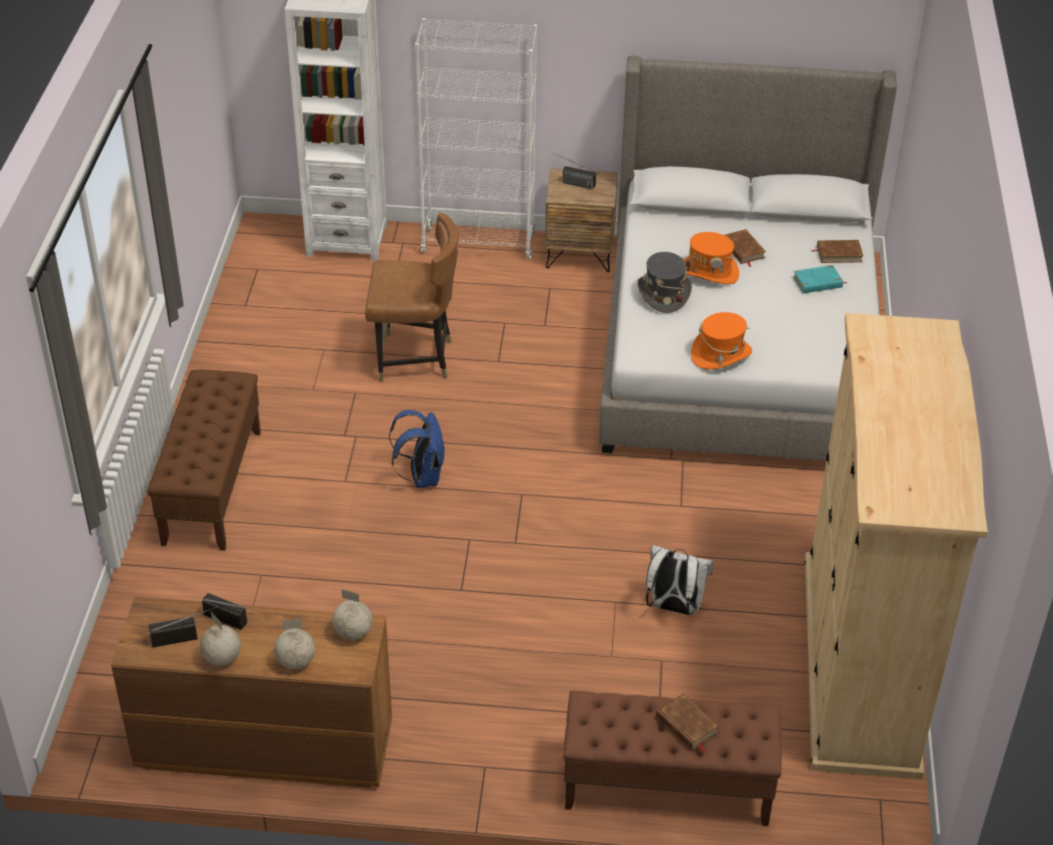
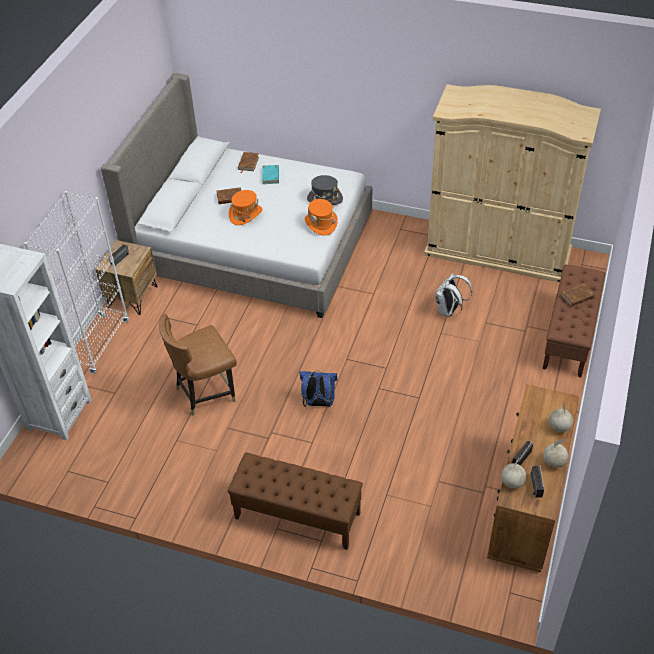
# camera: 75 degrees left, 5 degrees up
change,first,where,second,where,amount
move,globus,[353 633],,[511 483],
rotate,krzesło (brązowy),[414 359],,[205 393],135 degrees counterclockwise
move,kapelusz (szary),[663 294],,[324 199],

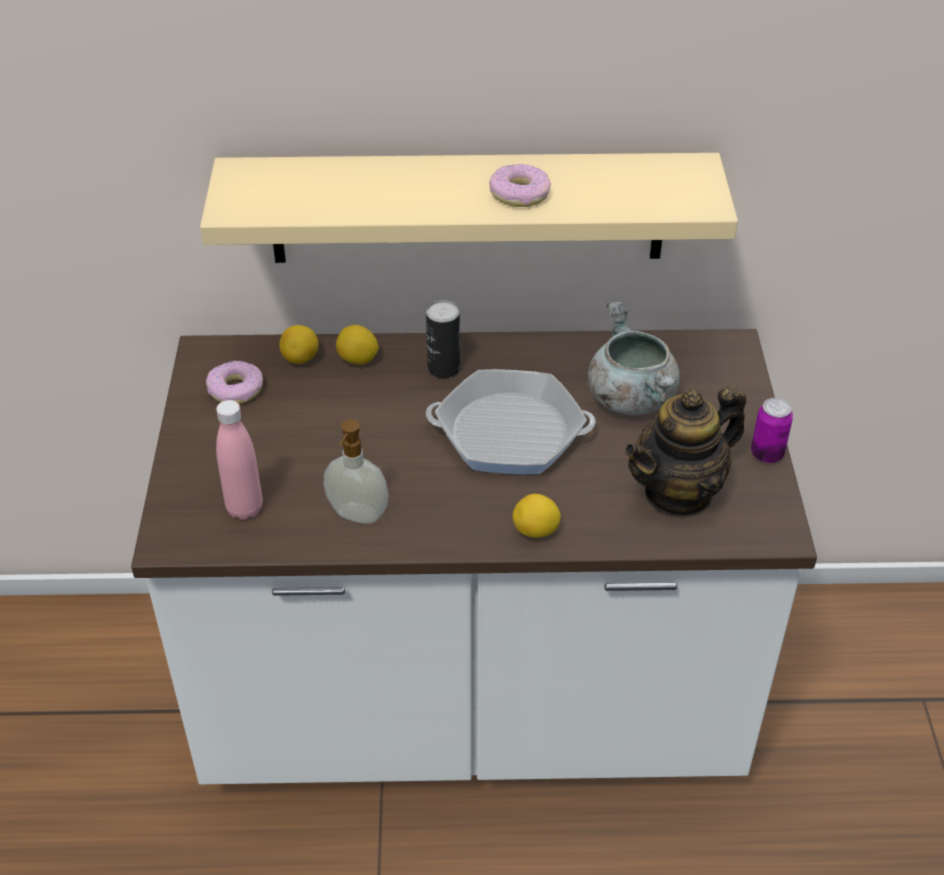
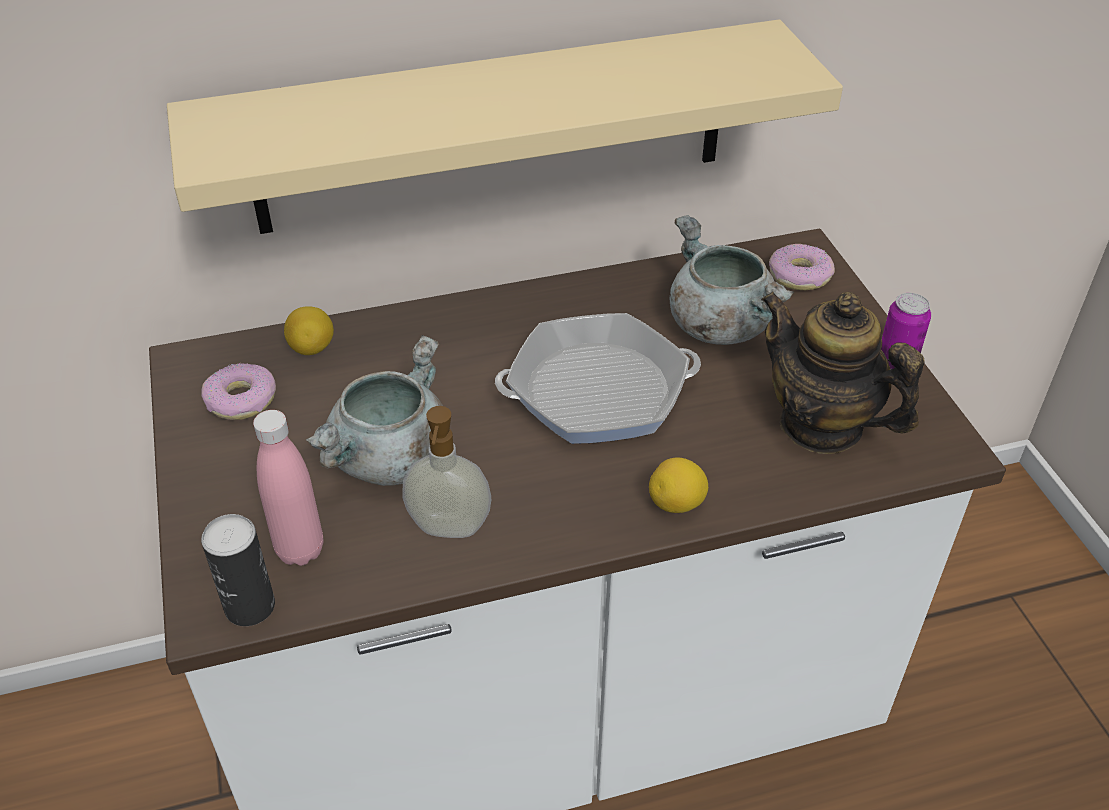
# camera: 15 degrees left, 0 degrees up
change,first,where,second,where,amount
delete,cytryna,[358 360],,,
move,puszka,[443 368],,[250 606],
move,donut,[519 194],,[799 275],
rotate,imbryk,[679 493],,[821 425],90 degrees clockwise
insert,,,garnek (szary),[390 460],

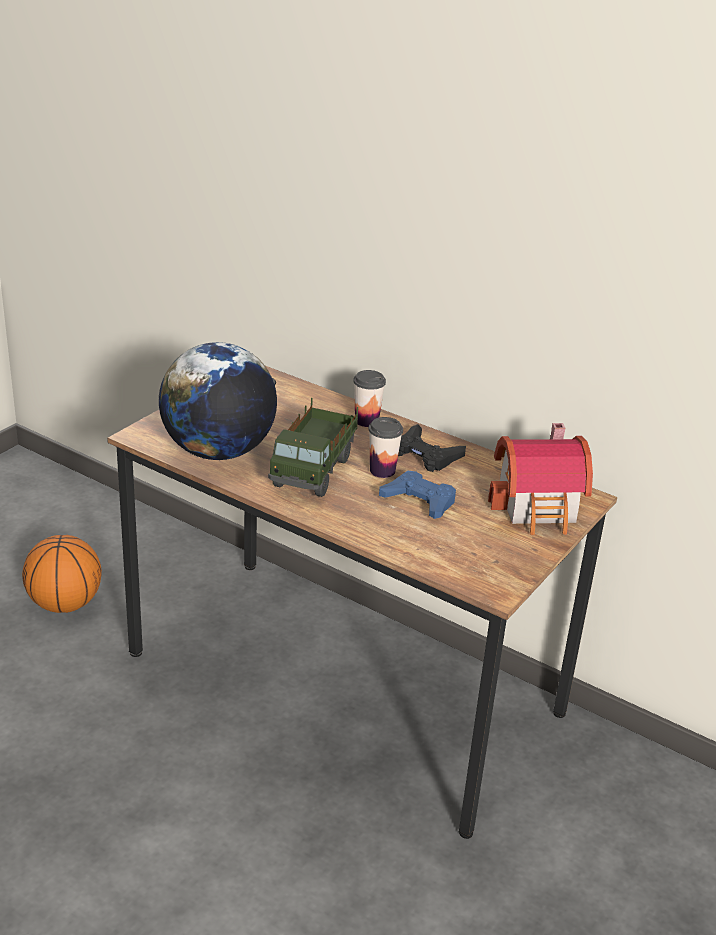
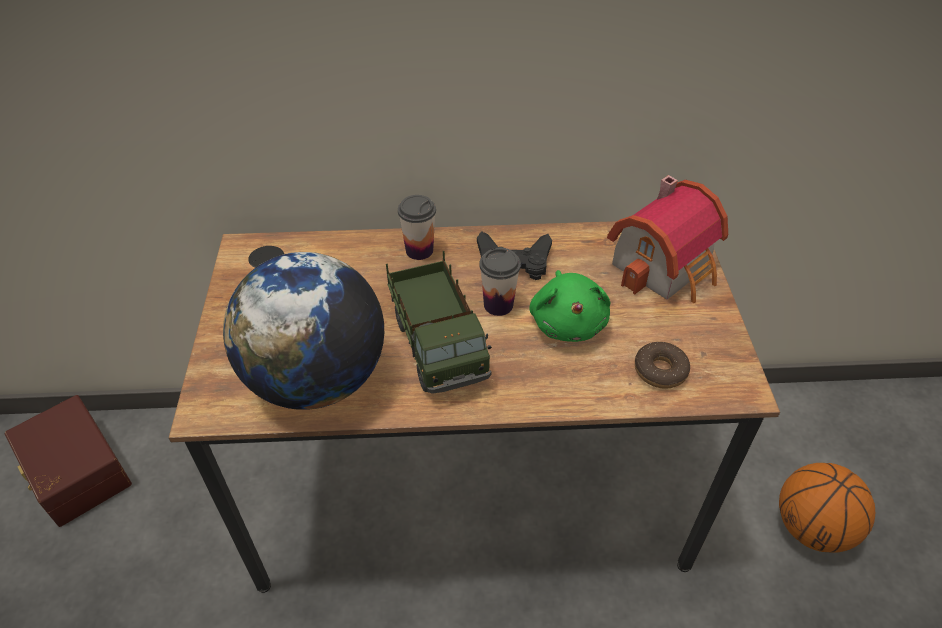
# camera: 35 degrees left, 15 degrees up
change,first,where,second,where,amount
move,piłka do koszykówki,[65 604],,[811 528],
replace,pad do gier (niebieski),[419 501],pluszak (zielony),[568 322],
insert,,,pojemnik do przechowywania (brązowy),[74 473],
insert,,,donut,[660 370],

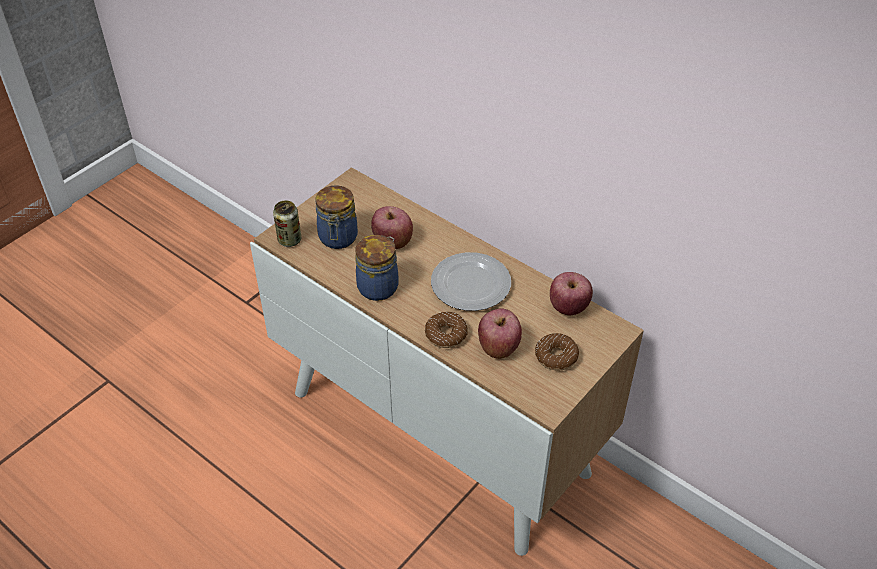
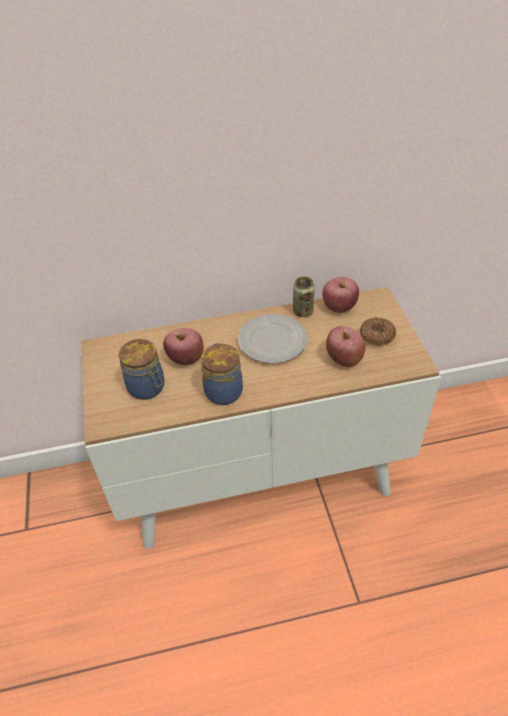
# camera: 50 degrees left, 0 degrees up
change,first,where,second,where,amount
move,puszka,[289 240],,[303 311],
delete,donut,[446 334],,,

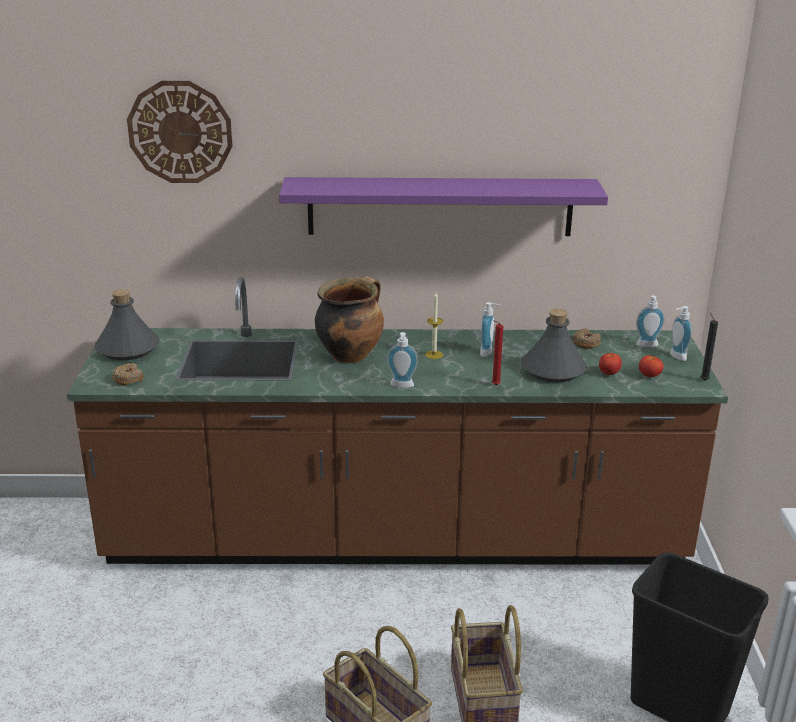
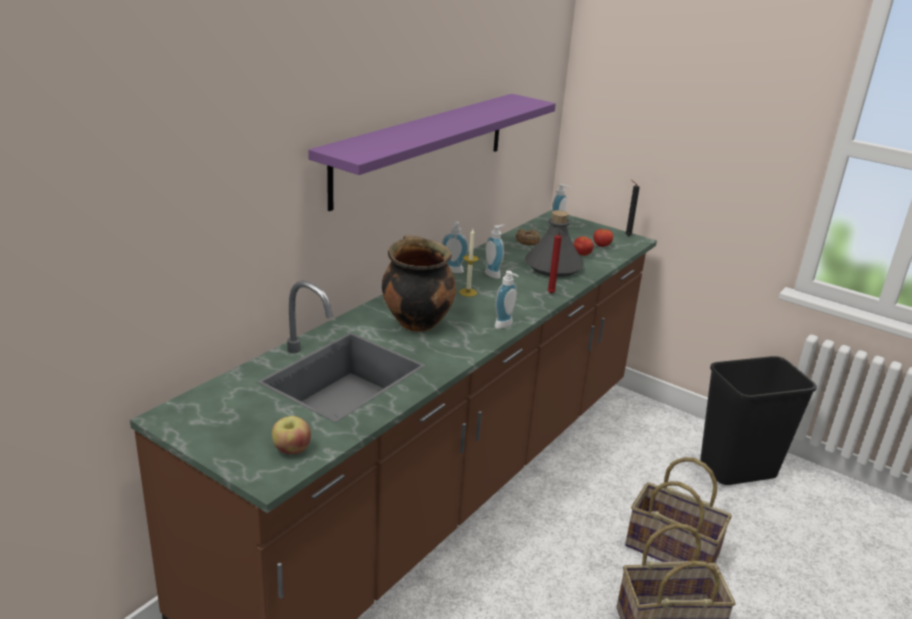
# camera: 55 degrees left, 0 degrees up
change,first,where,second,where,amount
delete,butelka (szary),[128 348],,,
replace,donut,[128 379],jabłko,[291 450],
delete,zegar ścienny,[180 132],,,
move,dozownik mydła,[675 356],,[452 271],

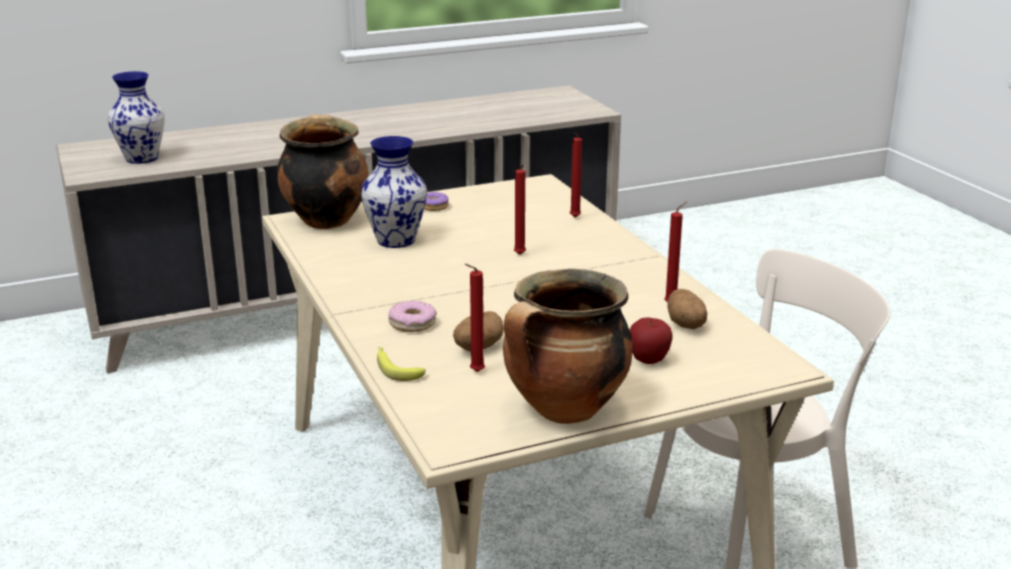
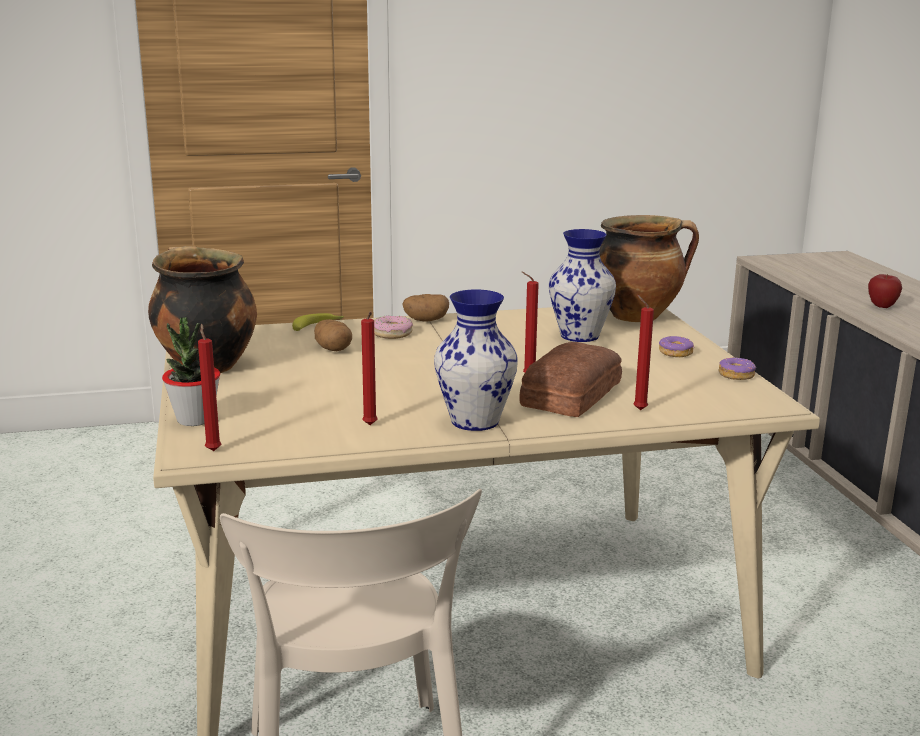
# camera: 100 degrees right, 5 degrees down
change,first,where,second,where,amount
move,wazon,[142 158],,[474 422],
move,świeca (czerwony),[475 372],,[213 450],
move,jabłko,[648 361],,[882 306],
move,ziemniak,[686 325],,[425 320],
insert,,,roślina doniczkowa,[194 419],
insert,,,chleb,[568 394],
insert,,,donut,[736 375],

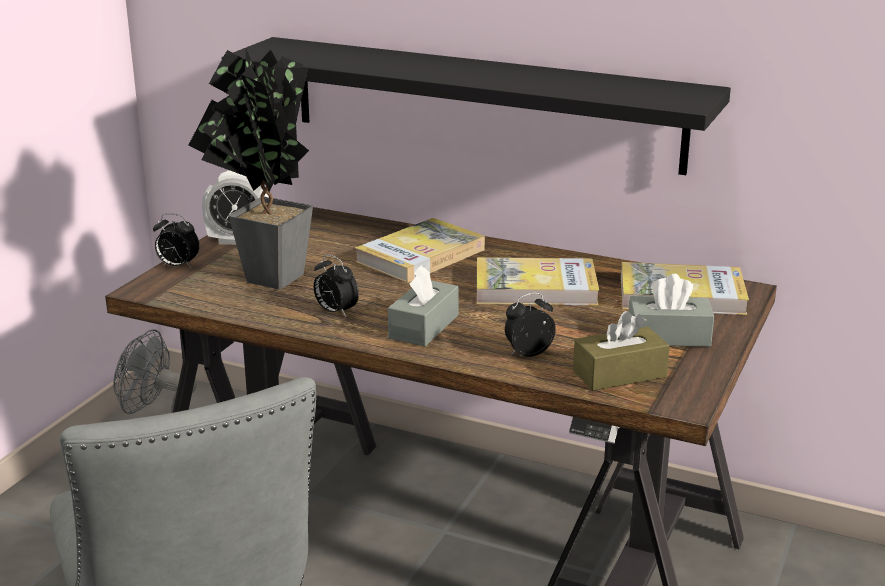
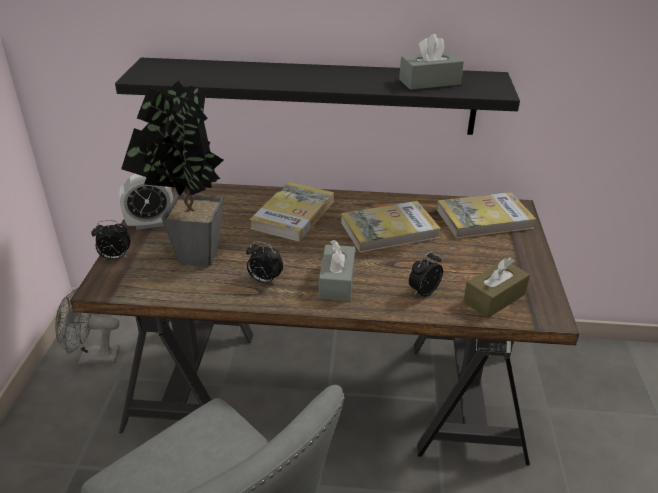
# camera: 20 degrees left, 10 degrees up
change,first,where,second,where,amount
move,pudełko chusteczek (szary),[668 336],,[429 82],

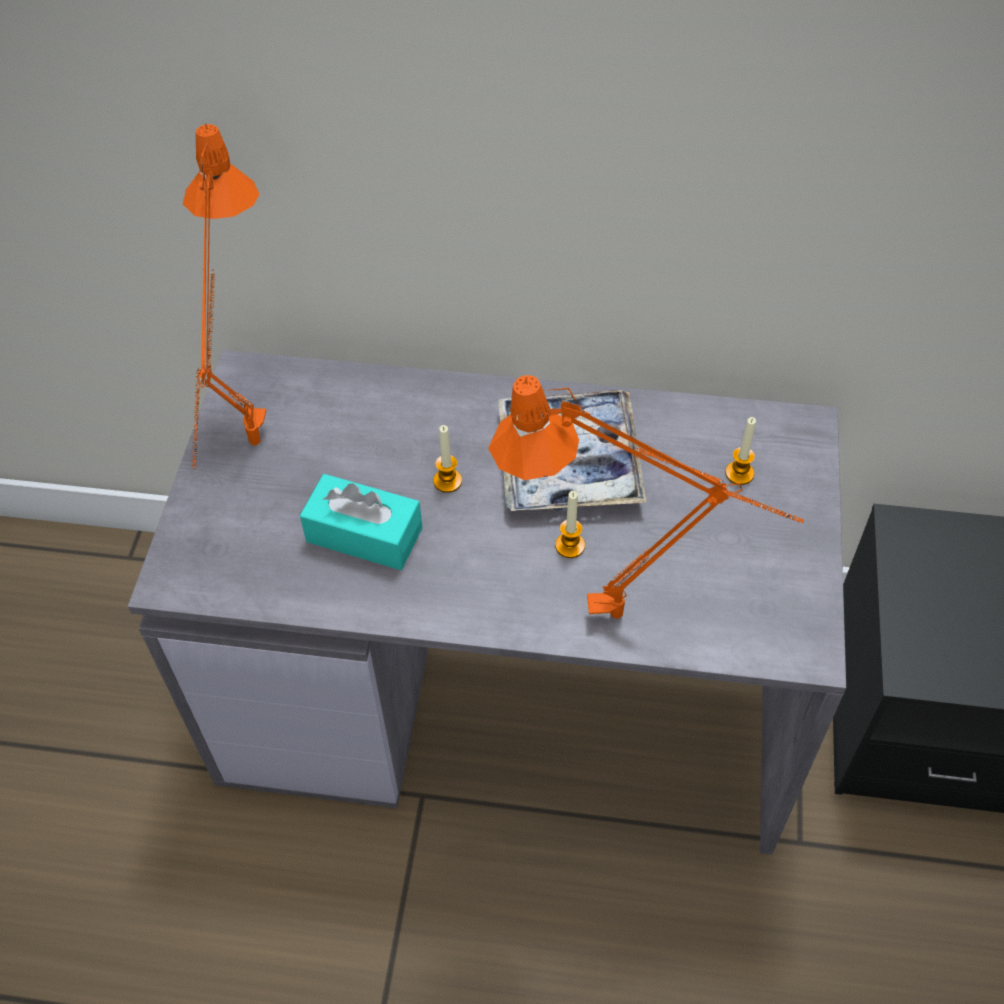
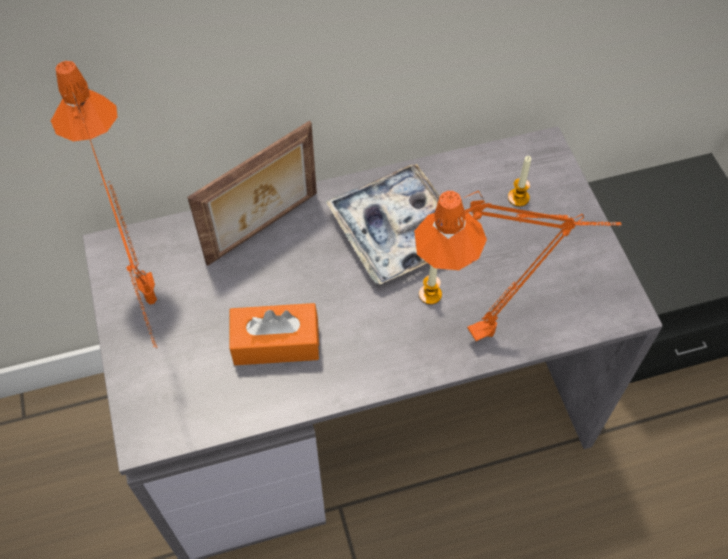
# camera: 25 degrees left, 5 degrees up
change,first,where,second,where,amount
recolor,pudełko chusteczek (turkusowy),[364 535],pudełko chusteczek (pomarańczowy),[276 343],
delete,świeca,[447 481],,,
insert,,,ramka na zdjęcie,[264 229],

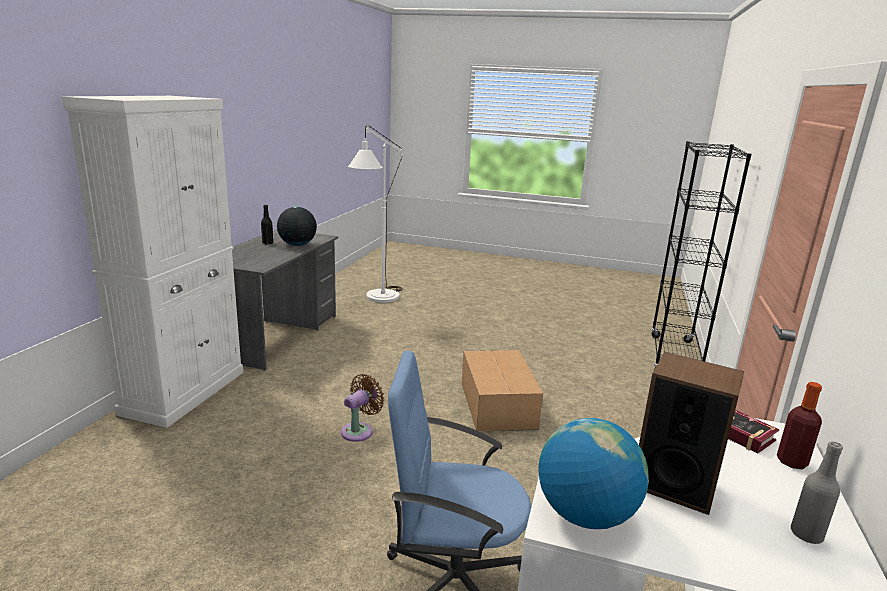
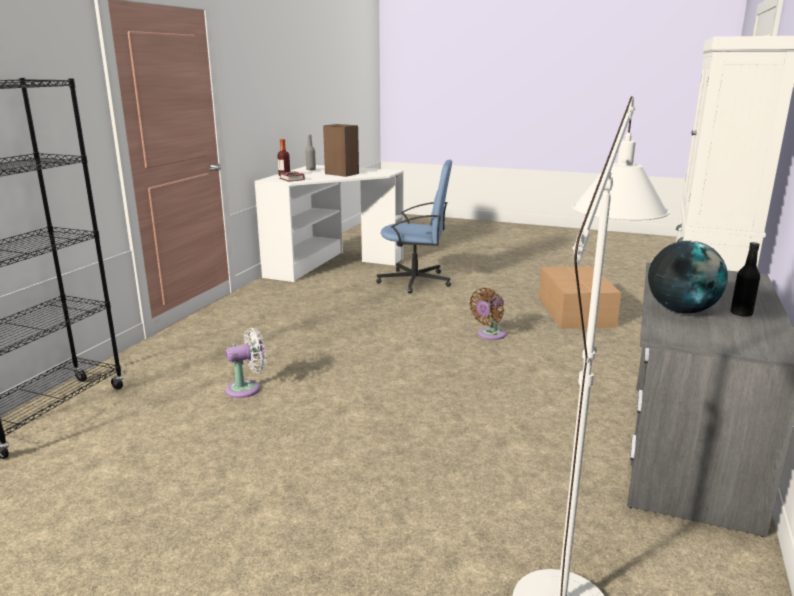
# camera: 175 degrees left, 0 degrees up
change,first,where,second,where,amount
move,karton,[498 404],,[575 312],
delete,globus,[584 515],,,
insert,,,wentylator (biały),[247 388],

